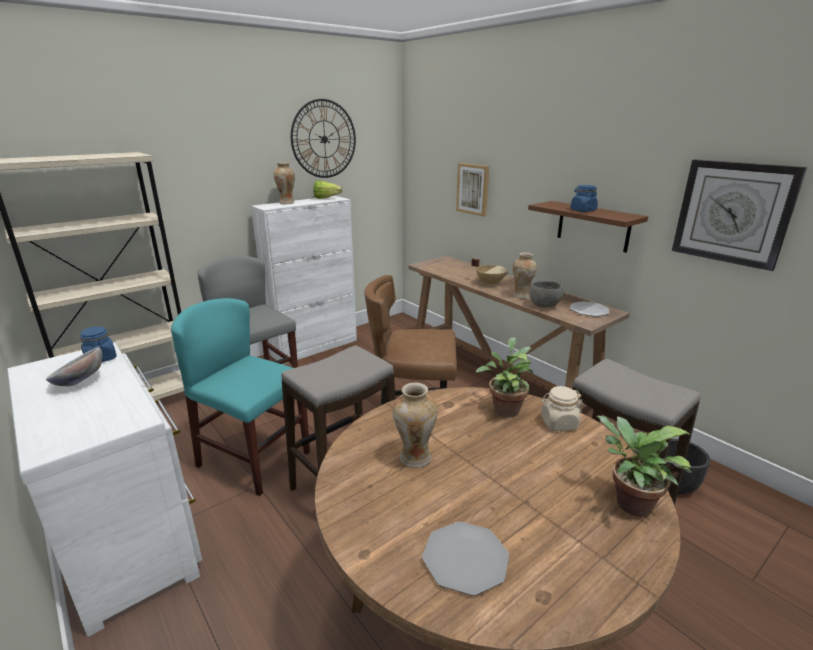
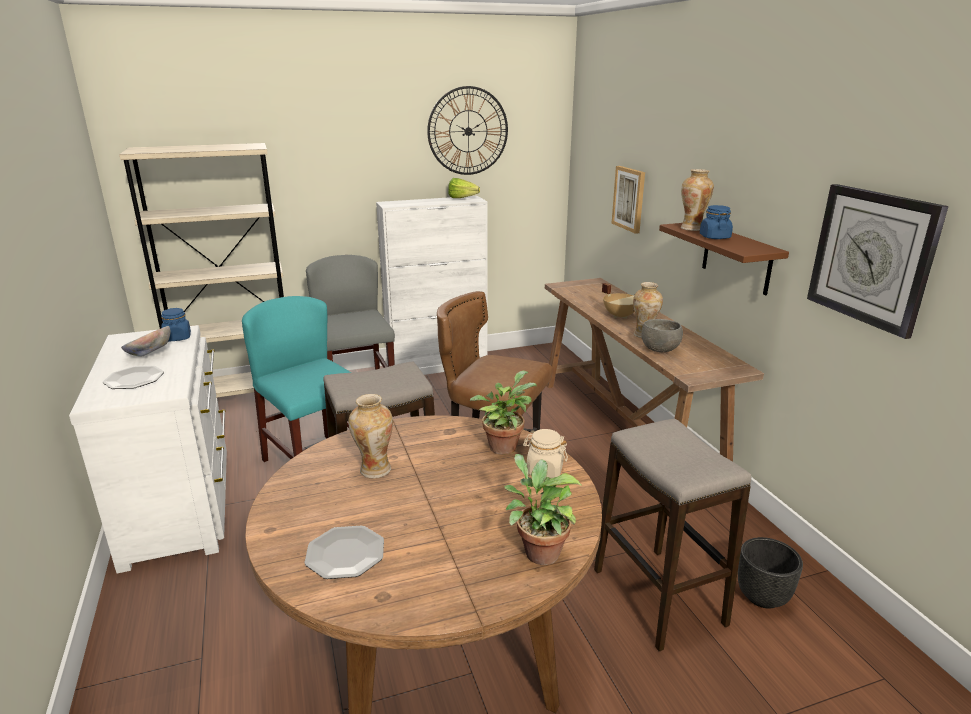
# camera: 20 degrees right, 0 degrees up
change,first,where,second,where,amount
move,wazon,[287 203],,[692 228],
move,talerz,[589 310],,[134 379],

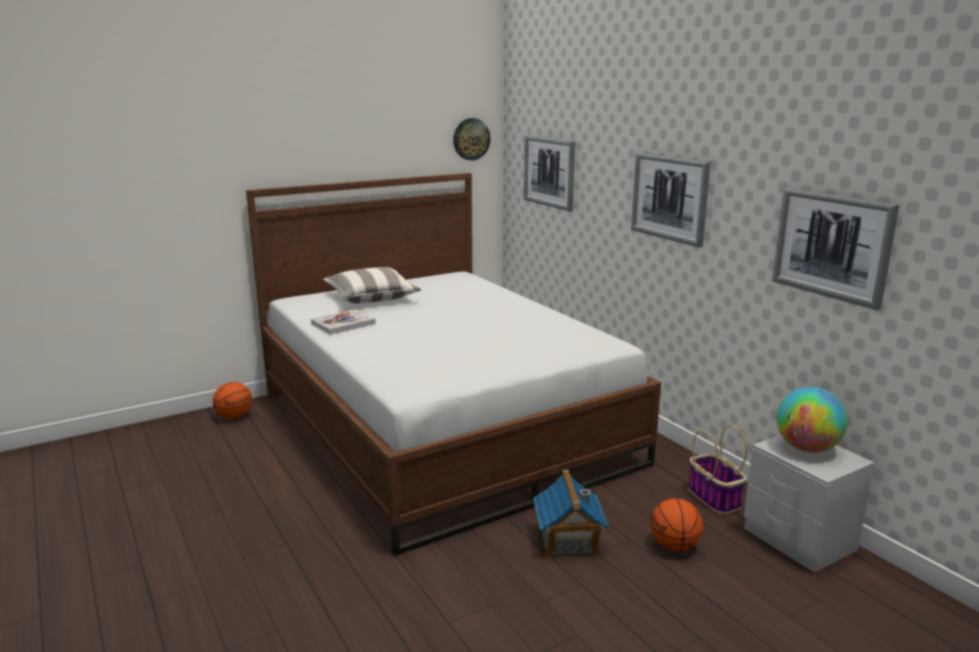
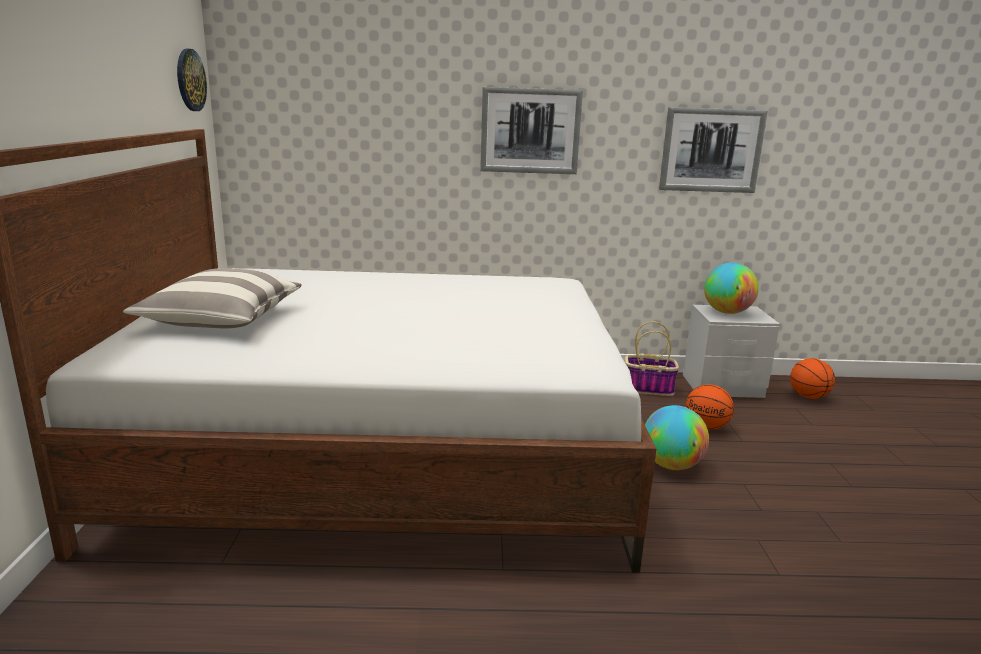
# camera: 60 degrees left, 0 degrees up
change,first,where,second,where,amount
move,piłka do koszykówki,[234 417],,[808 396],
delete,książka,[343 323],,,
delete,obraz,[549 172],,,
replace,domek,[568 540],globus,[671 465],

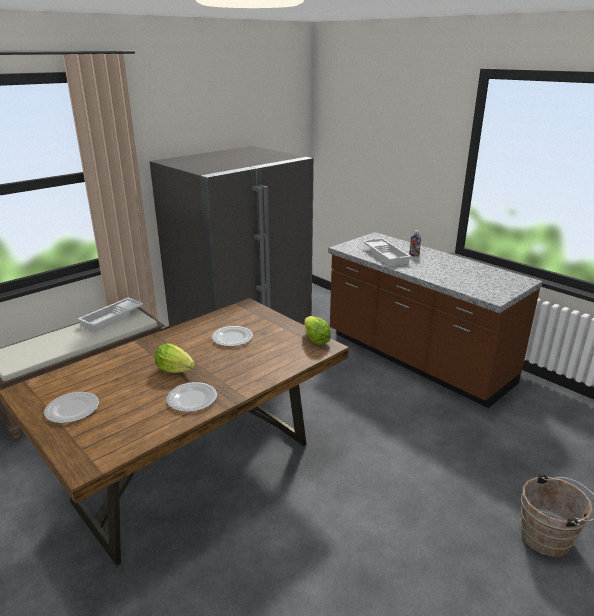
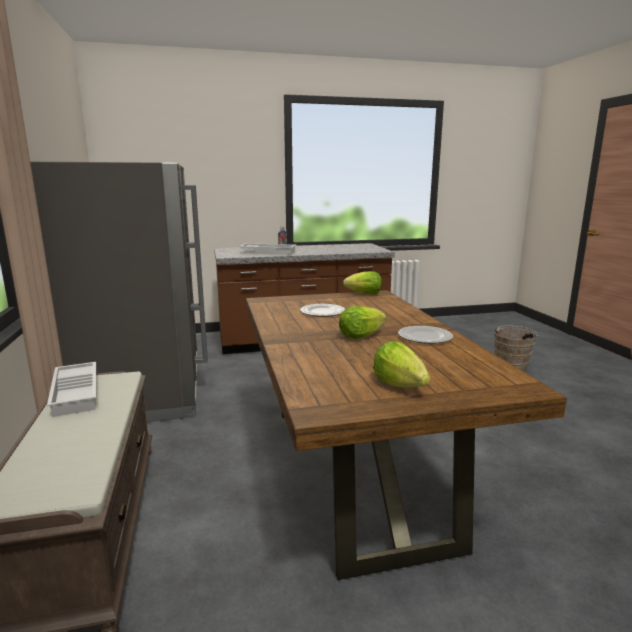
# camera: 60 degrees left, 10 degrees down
change,first,where,second,where,amount
replace,talerz,[73 409],sałata,[399 385],

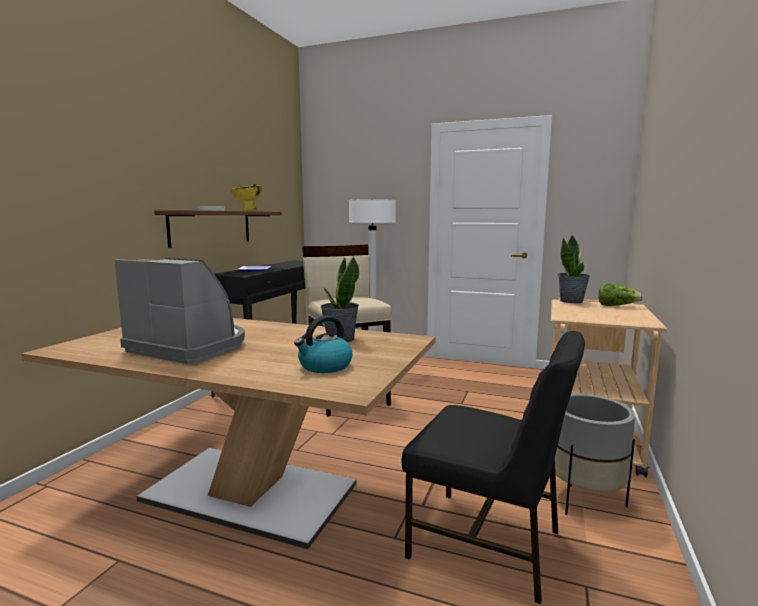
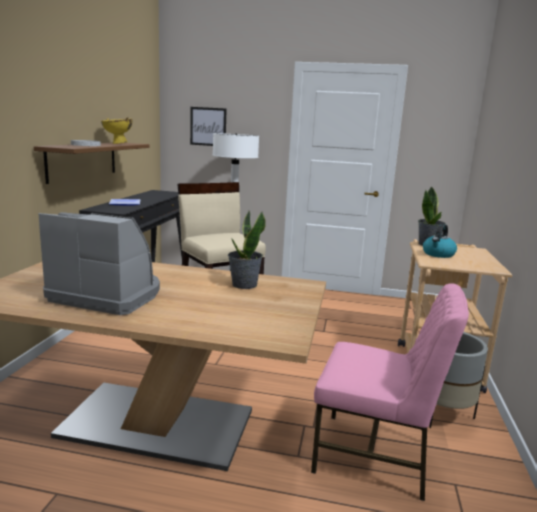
# camera: 10 degrees left, 5 degrees up
change,first,where,second,where,amount
move,czajnik,[324 366],,[438 254],
recolor,krzesło (czarny),[488 543],krzesło (różowy),[374 456],
delete,sałata,[616 306],,,
insert,,,obraz,[208 126],

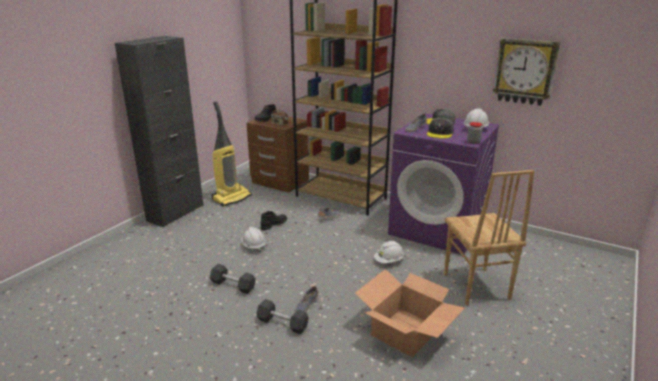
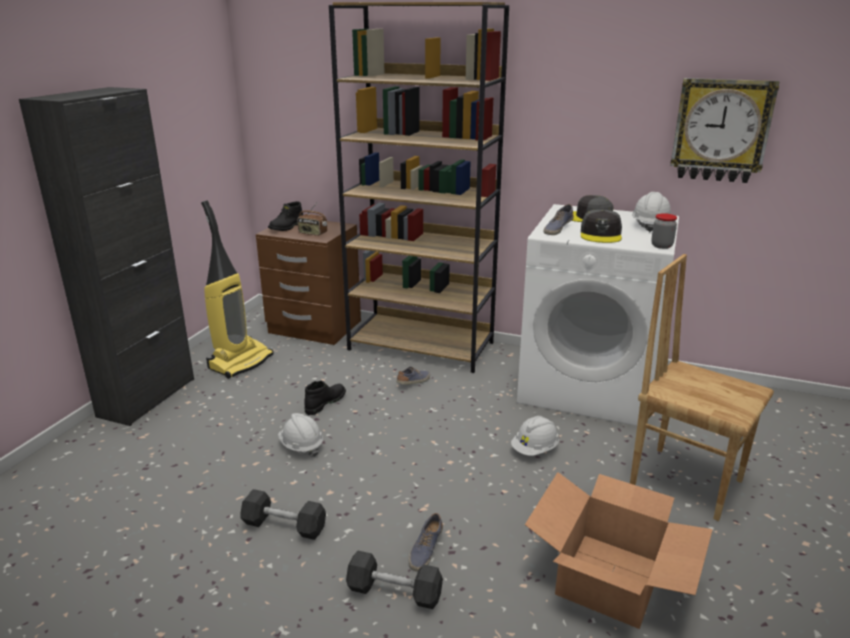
# camera: 10 degrees left, 0 degrees up
change,first,where,second,where,amount
recolor,pralka (fioletowy),[437 229],pralka (biały),[589 386],
rotate,krzesło (brązowy),[475 287],,[685 481],150 degrees clockwise

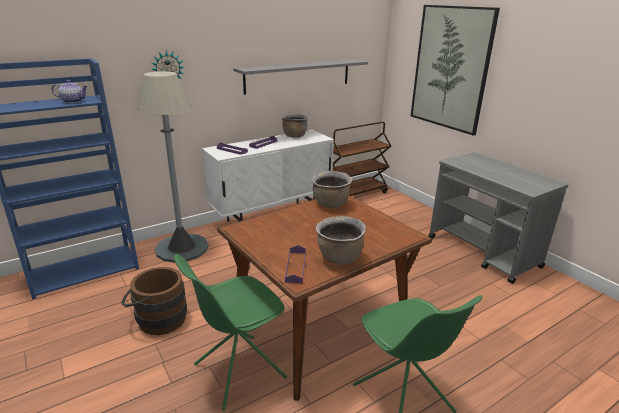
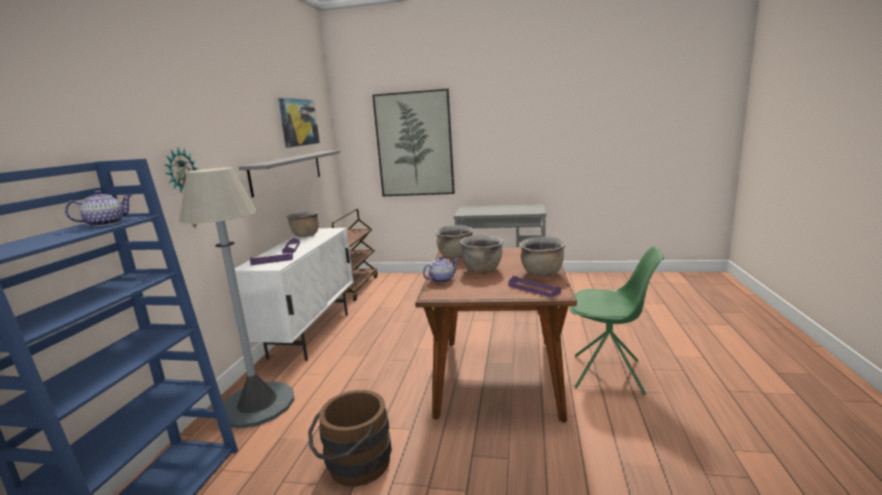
# camera: 45 degrees left, 10 degrees down
change,first,where,second,where,amount
delete,krzesło (zielony),[238 371],,,
insert,,,obraz,[298 122],
insert,,,imbryk,[442 280],
insert,,,garnek (brązowy),[483 270],

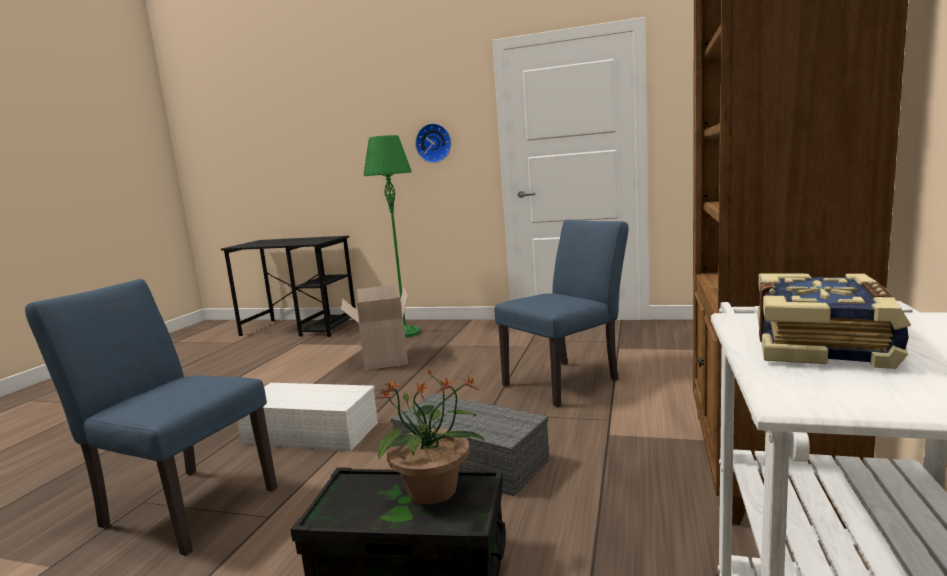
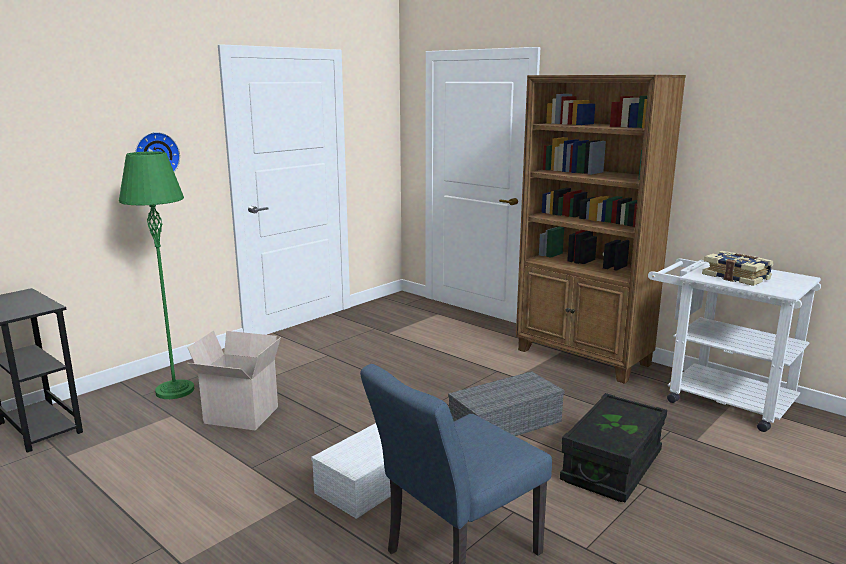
# camera: 65 degrees left, 5 degrees up
change,first,where,second,where,amount
delete,roślina doniczkowa,[434 490],,,
delete,krzesło (niebieski),[567 380],,,

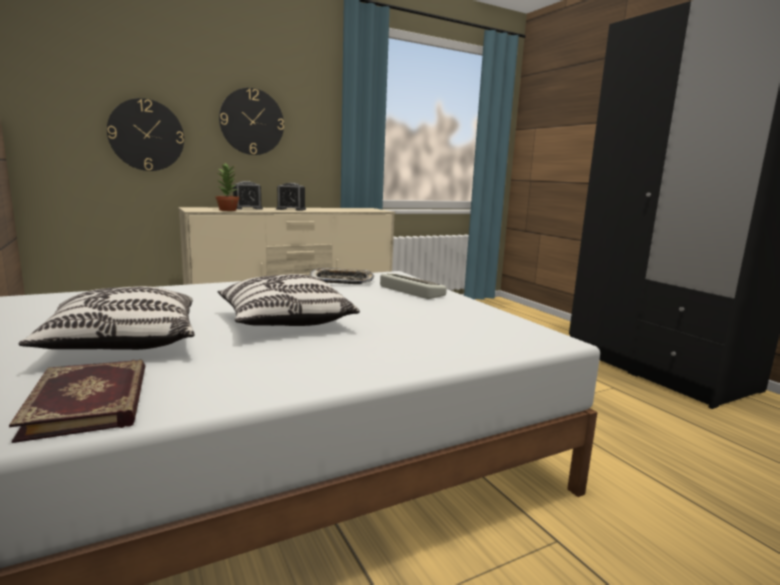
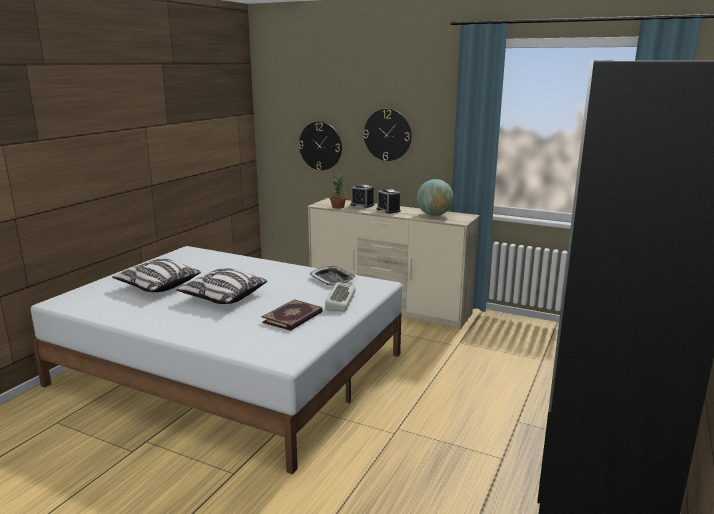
# camera: 55 degrees right, 5 degrees up
change,first,where,second,where,amount
move,książka,[91 402],,[293 317],
insert,,,globus,[434 215],

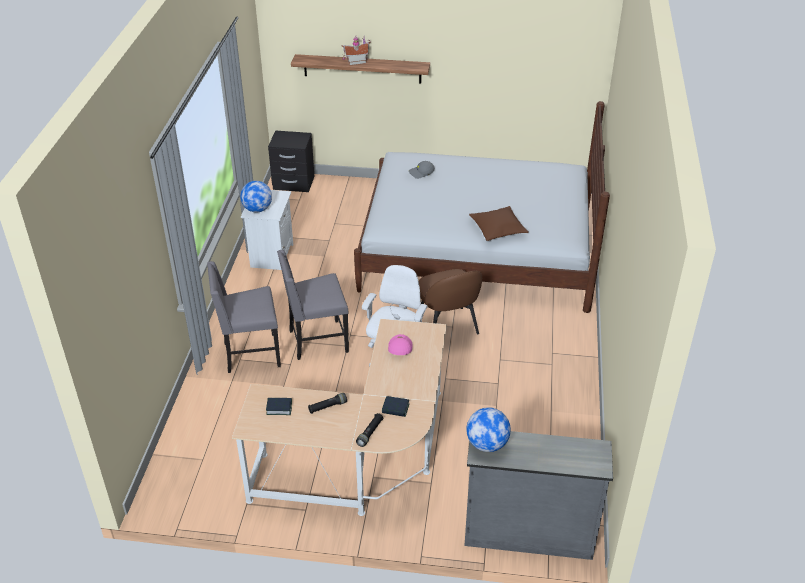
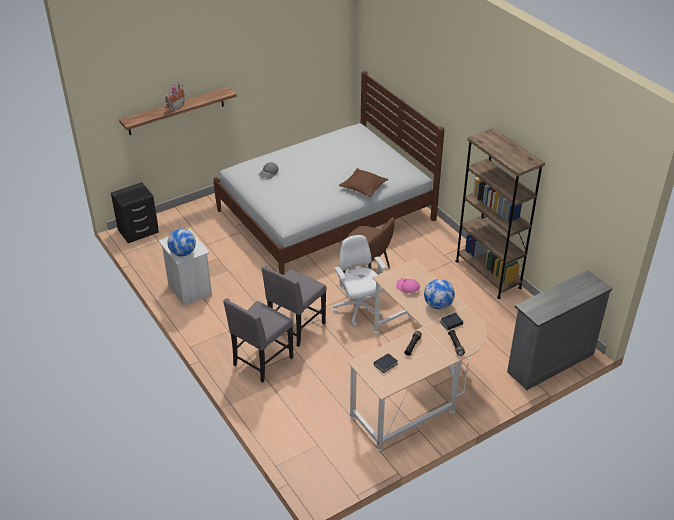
# camera: 40 degrees left, 0 degrees up
change,first,where,second,where,amount
move,globus,[487 444],,[438 305],
insert,,,regał (brązowy),[488 274],

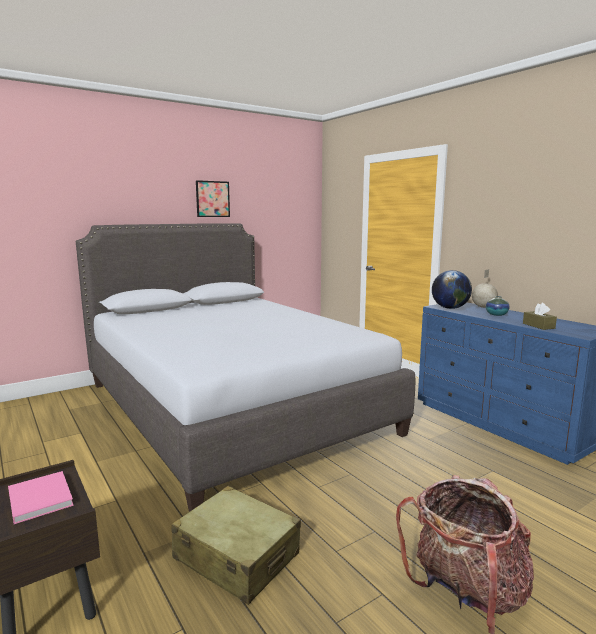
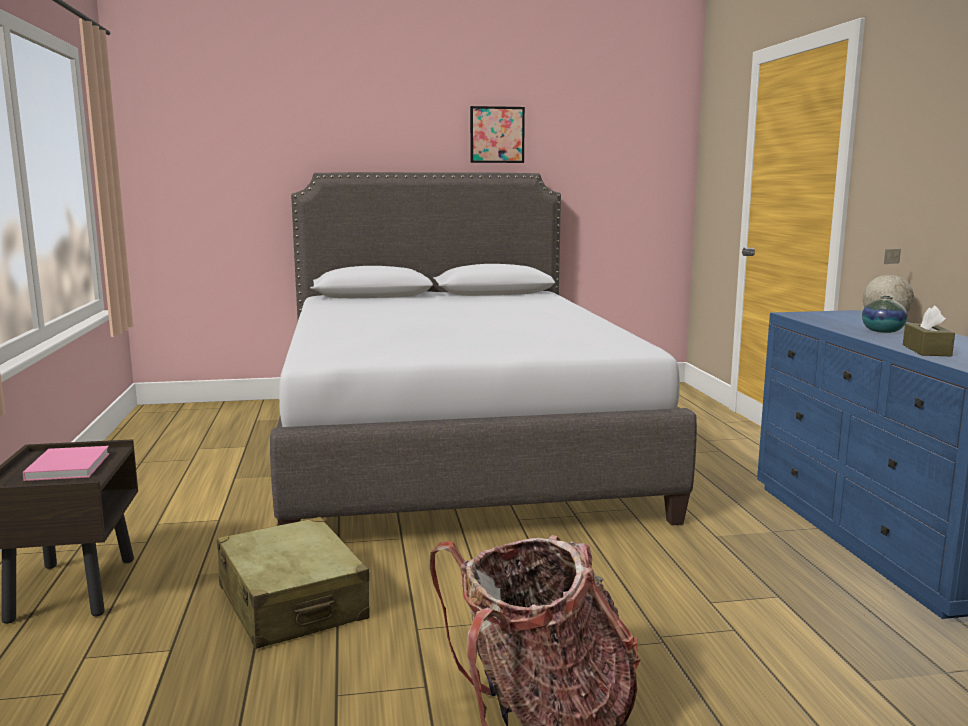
# camera: 25 degrees right, 0 degrees up
change,first,where,second,where,amount
delete,globus,[450 308],,,

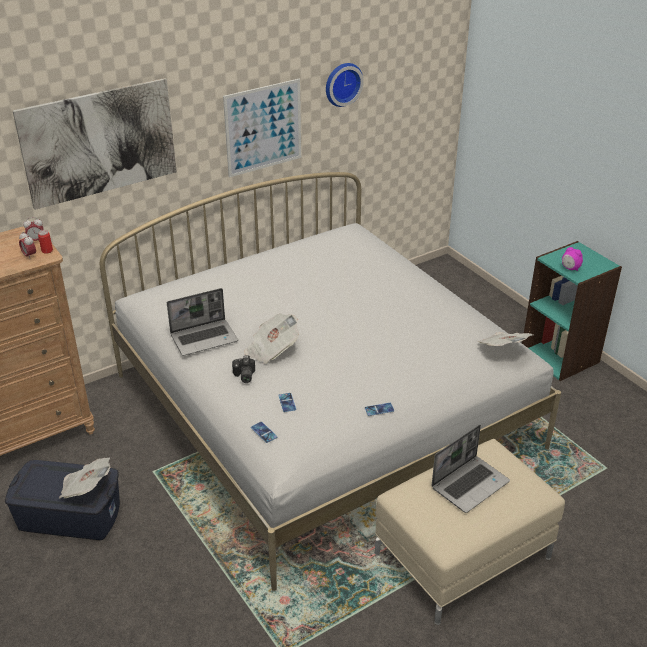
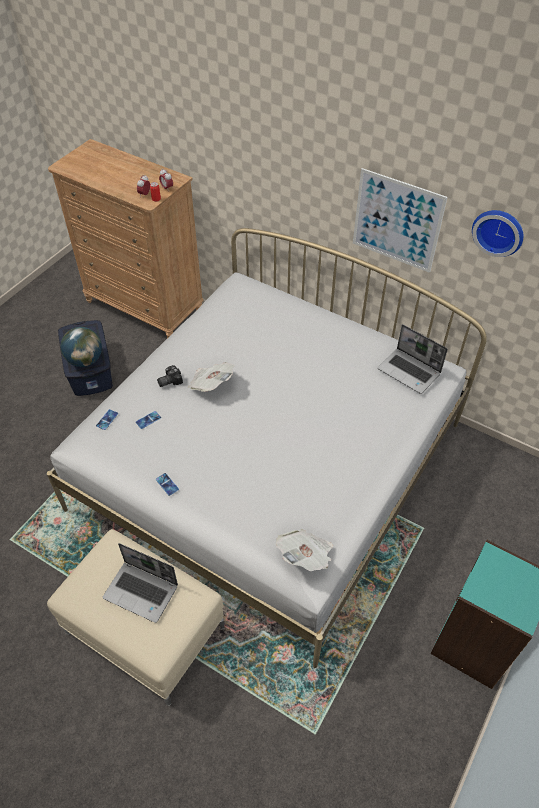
# camera: 65 degrees right, 15 degrees up
change,first,where,second,where,amount
delete,obraz,[99 142],,,
replace,gazeta,[86 488],globus,[85 360],
move,laptop,[204 338],,[409 371],
delete,budzik,[570 268],,,

